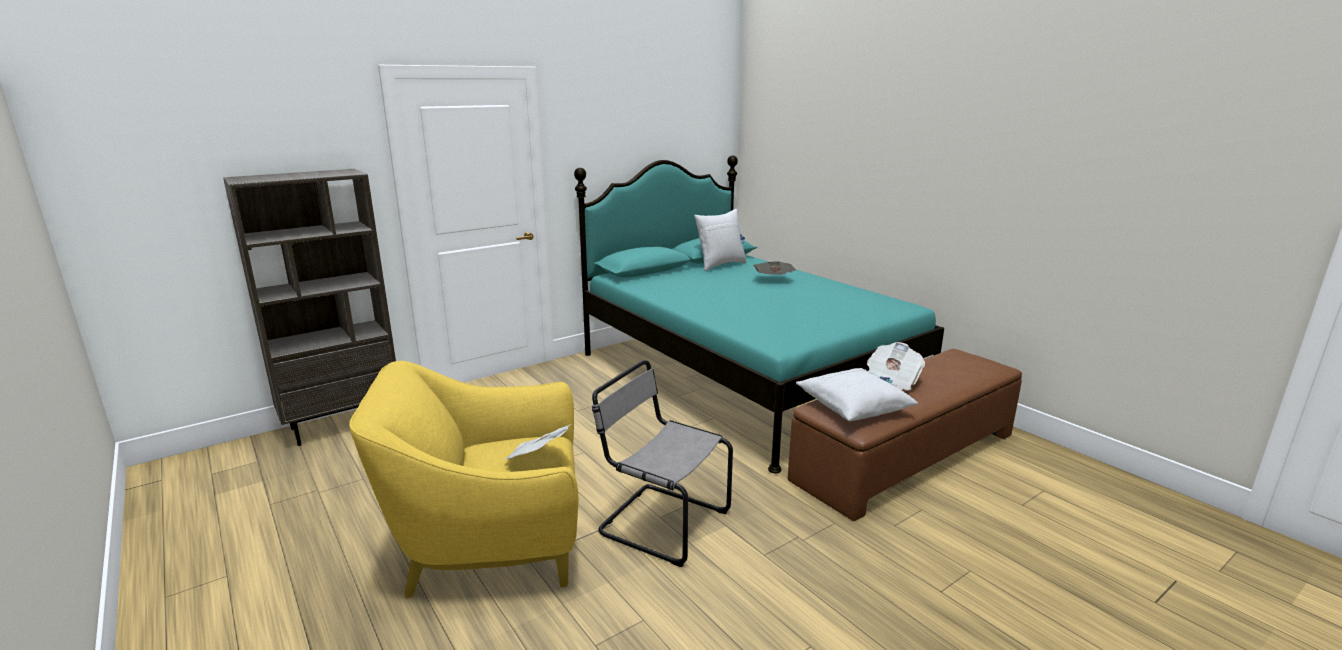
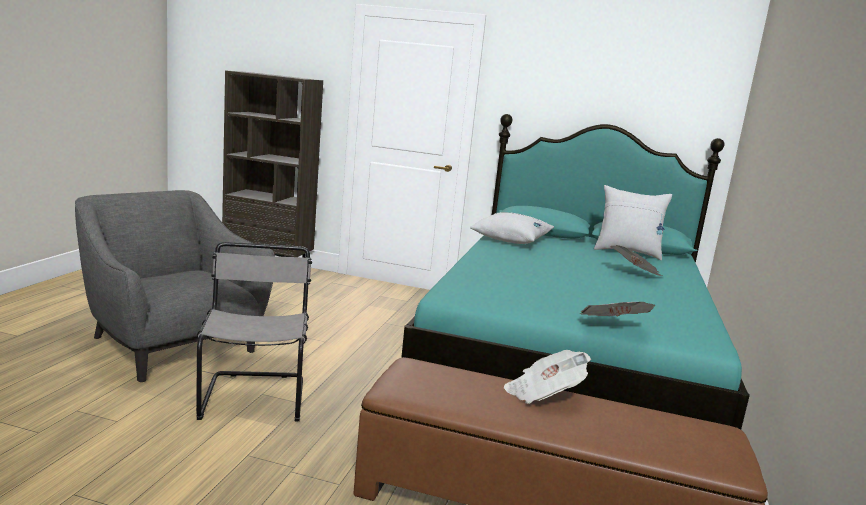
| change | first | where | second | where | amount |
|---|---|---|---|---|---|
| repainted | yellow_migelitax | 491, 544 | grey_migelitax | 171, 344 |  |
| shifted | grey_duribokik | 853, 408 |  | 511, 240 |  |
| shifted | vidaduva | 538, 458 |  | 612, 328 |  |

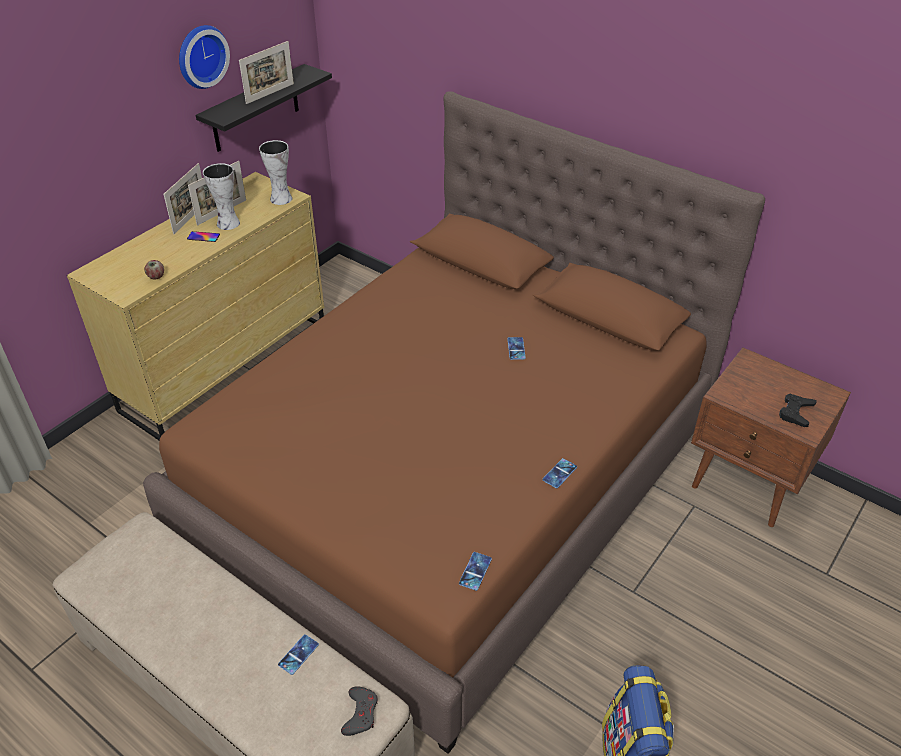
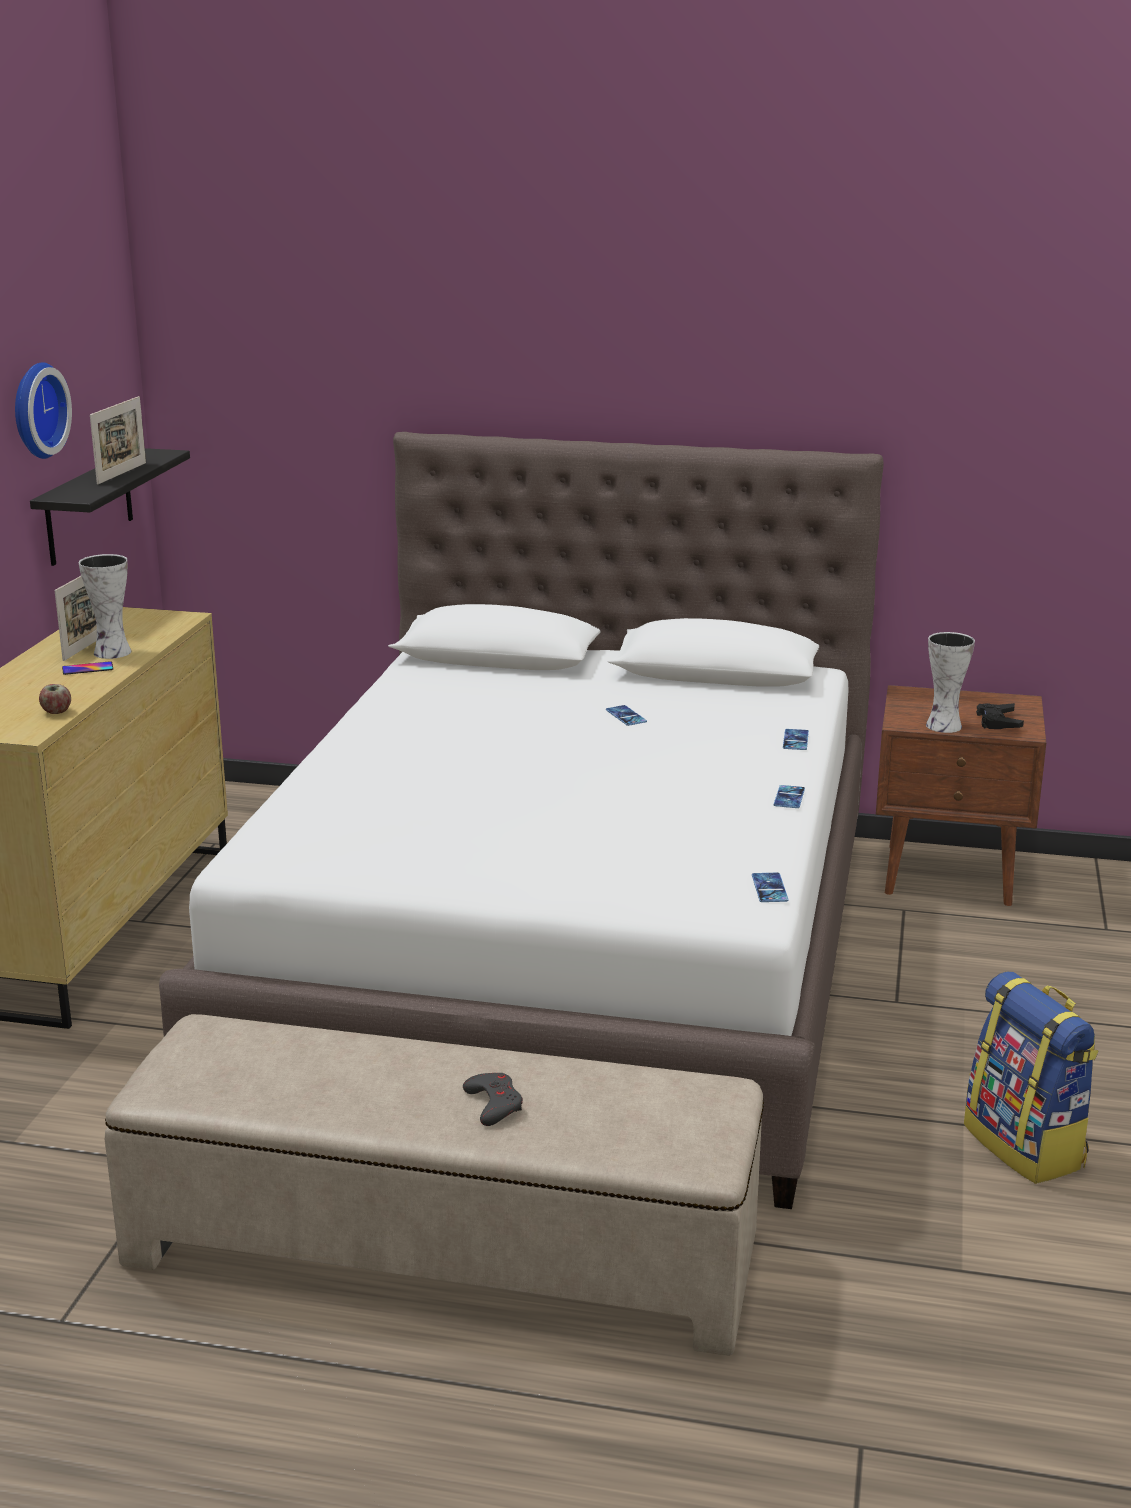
| change | first | where | second | where | amount |
|---|---|---|---|---|---|
| repainted | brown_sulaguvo | 451, 484 | white_sulaguvo | 566, 964 |  |
| shifted | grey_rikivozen | 360, 713 |  | 494, 1104 |  |
| shifted | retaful | 298, 654 |  | 795, 740 |  |
| shifted | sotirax | 280, 198 |  | 942, 726 |  |
| gone | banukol | 190, 218 |  |  |  |

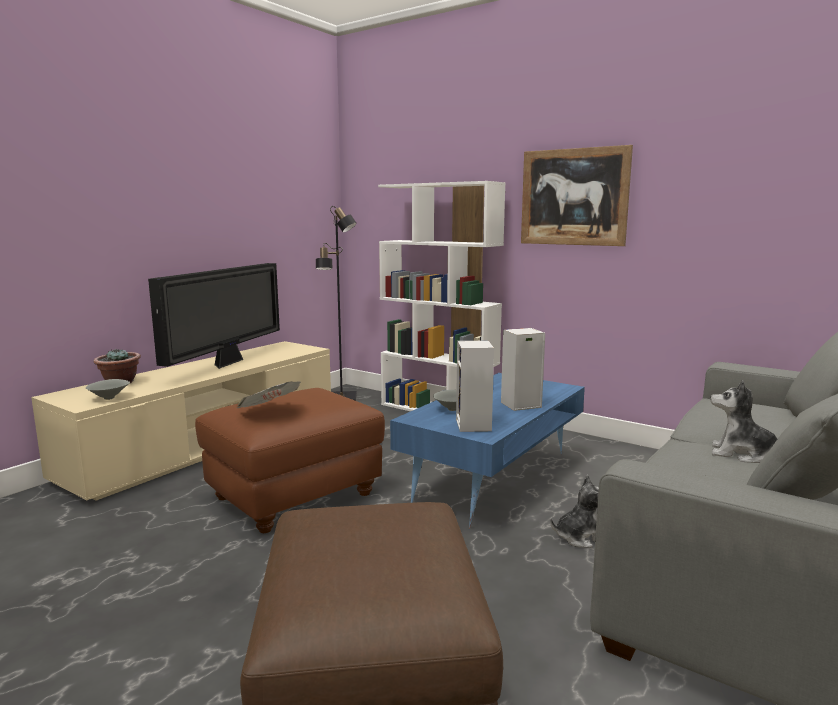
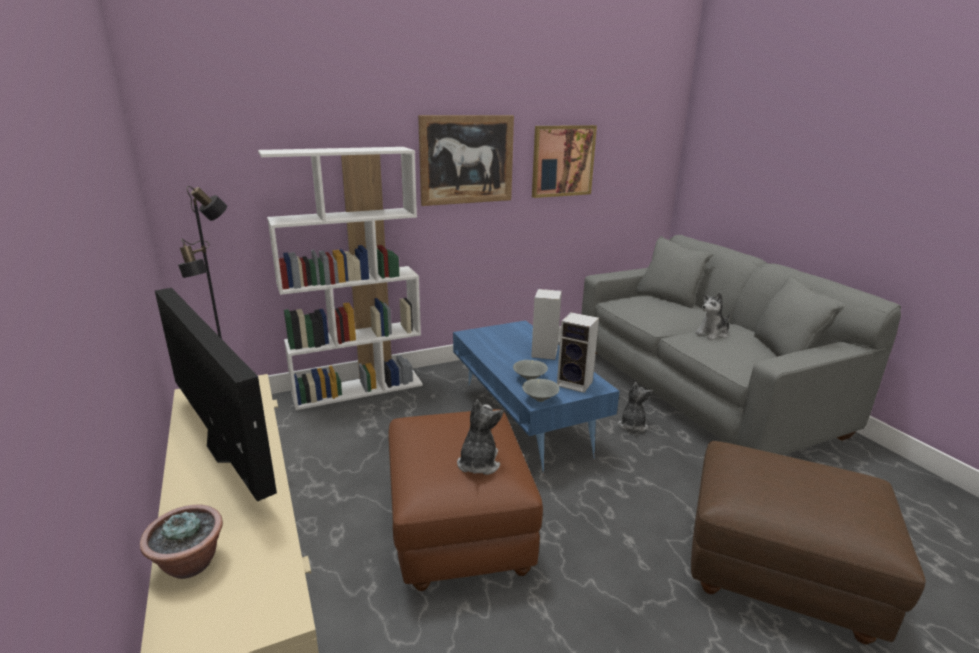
| change | first | where | second | where | amount |
|---|---|---|---|---|---|
| swapped | vidaduva | 269, 412 | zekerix | 478, 463 |  |
| shifted | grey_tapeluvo | 110, 398 |  | 540, 399 |  |
| new |  |  | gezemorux | 562, 161 |  |

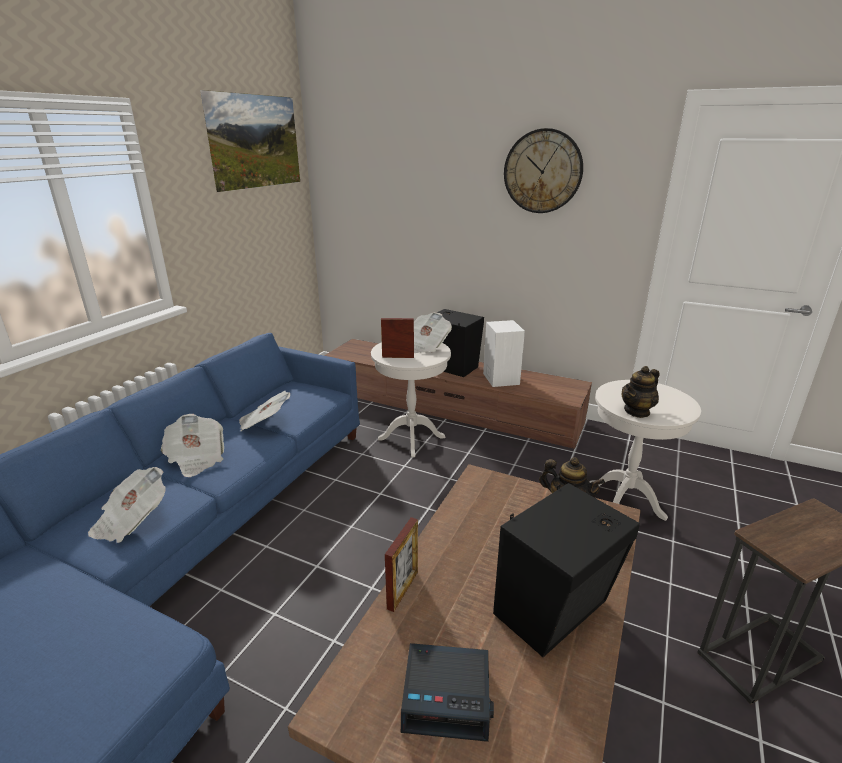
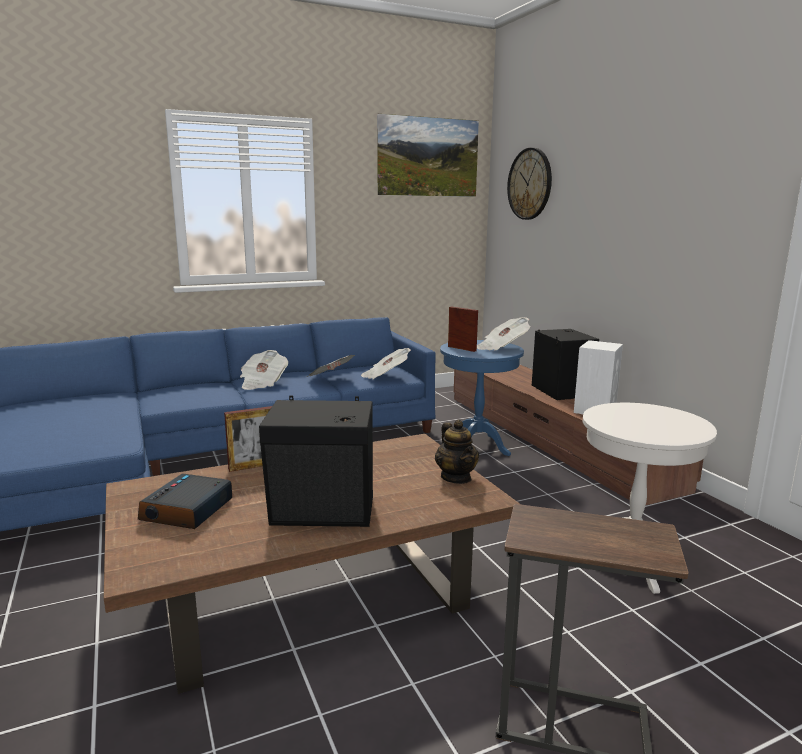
| change | first | where | second | where | amount |
|---|---|---|---|---|---|
| rotated | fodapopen | 447, 696 |  | 187, 510 | 60 degrees clockwise |
| shifted | vidaduva | 132, 521 |  | 385, 376 |  |
| repainted | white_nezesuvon | 411, 438 | blue_nezesuvon | 477, 446 |  |
| shifted | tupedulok | 542, 171 |  | 530, 184 |  |
| gone | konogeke | 637, 411 |  |  |  |

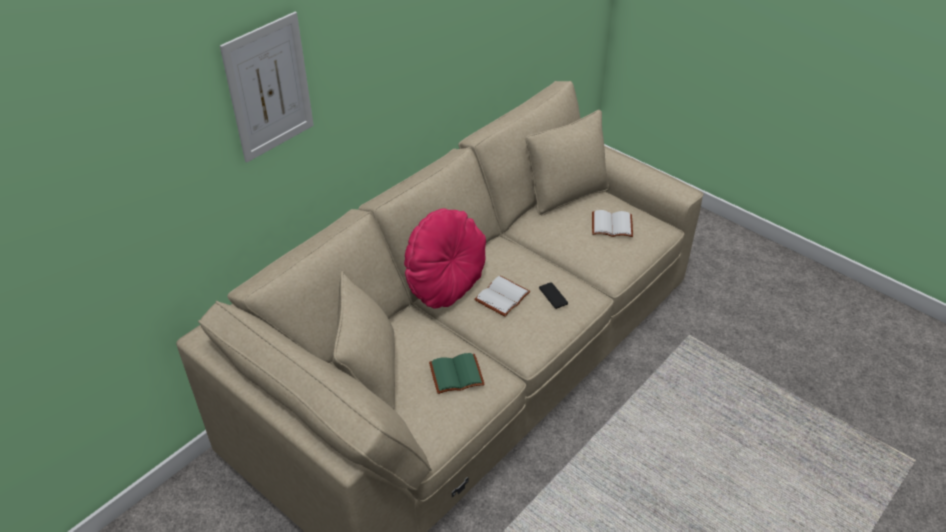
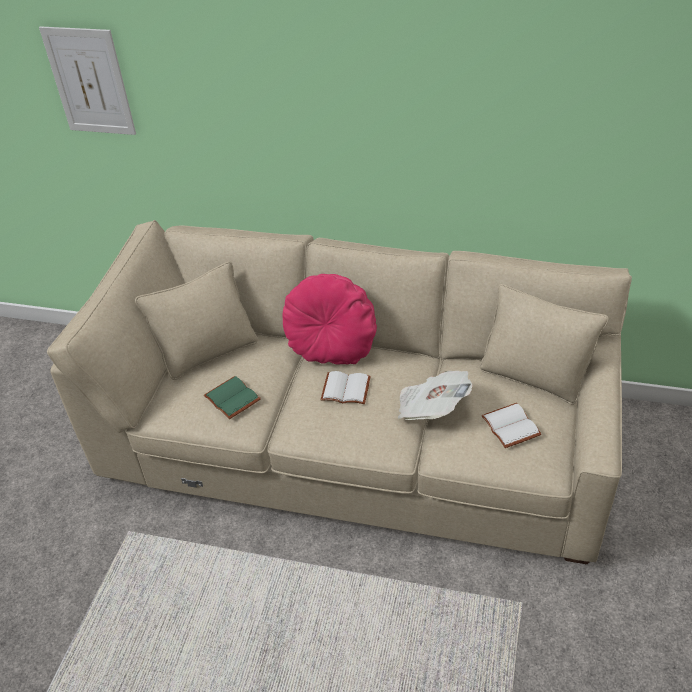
| change | first | where | second | where | amount |
|---|---|---|---|---|---|
| shifted | gezemorux | 269, 88 |  | 89, 82 |  |
| new |  |  | vidaduva | 431, 408 |  |
| gone | retaful | 553, 296 |  |  |  |

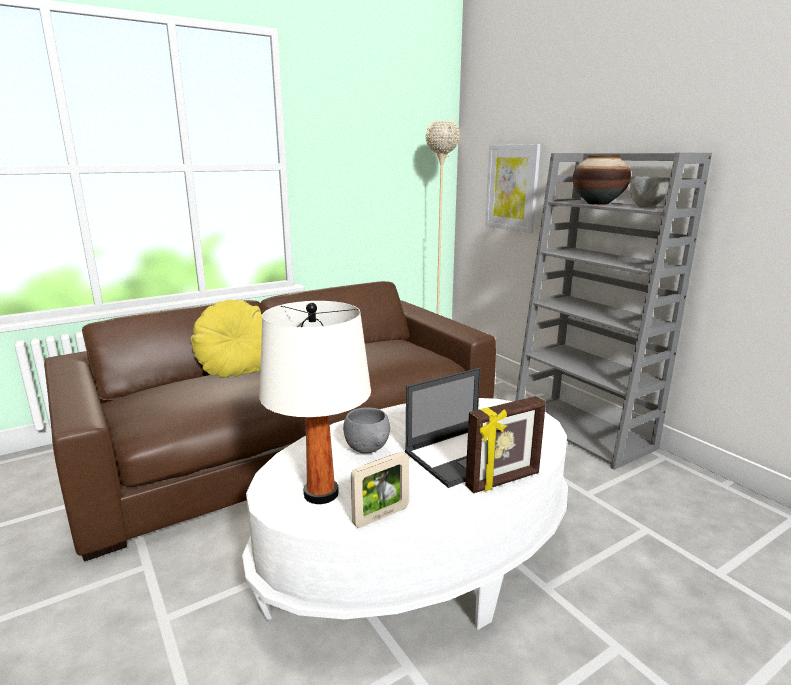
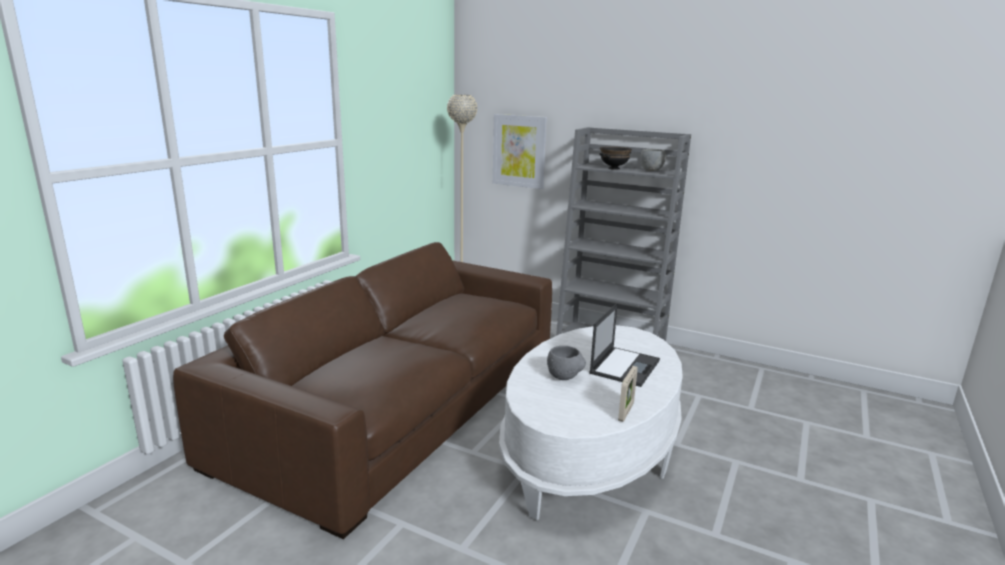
| change | first | where | second | where | amount |
|---|---|---|---|---|---|
| swapped | sotirax | 597, 203 | black_tapeluvo | 614, 168 |  |
| gone | yellow_duribokik | 237, 372 |  |  |  |
| gone | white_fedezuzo | 321, 493 |  |  |  |
| gone | banukol | 503, 481 |  |  |  |

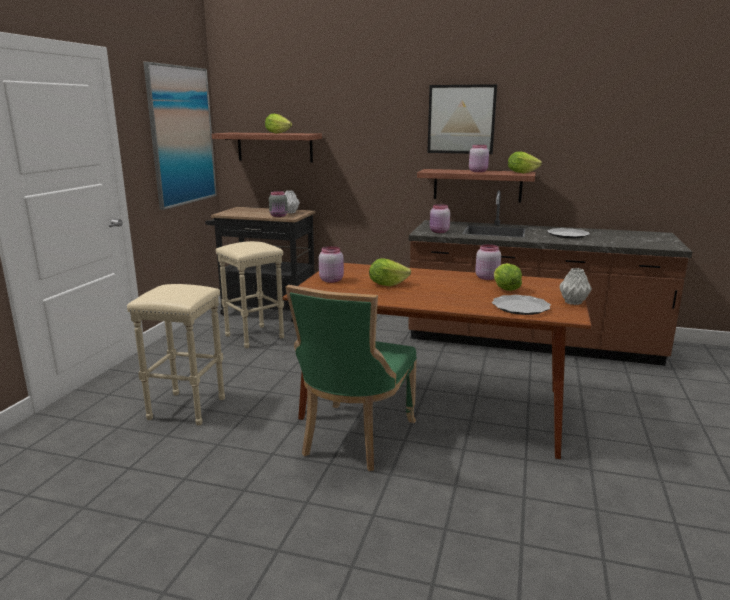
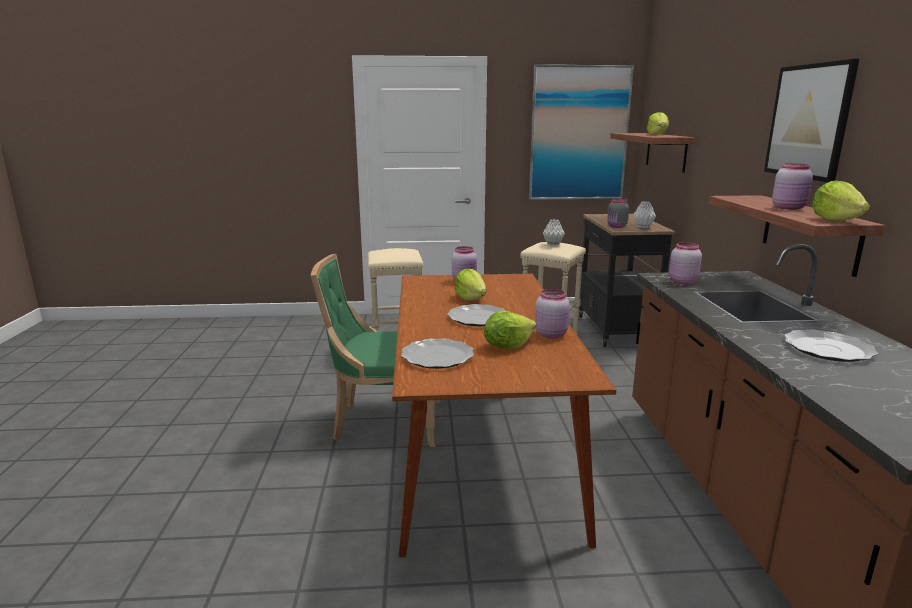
| change | first | where | second | where | amount |
|---|---|---|---|---|---|
| new |  |  | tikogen | 478, 318 |  |
| shifted | grey_sotirax | 572, 302 |  | 552, 244 |  |

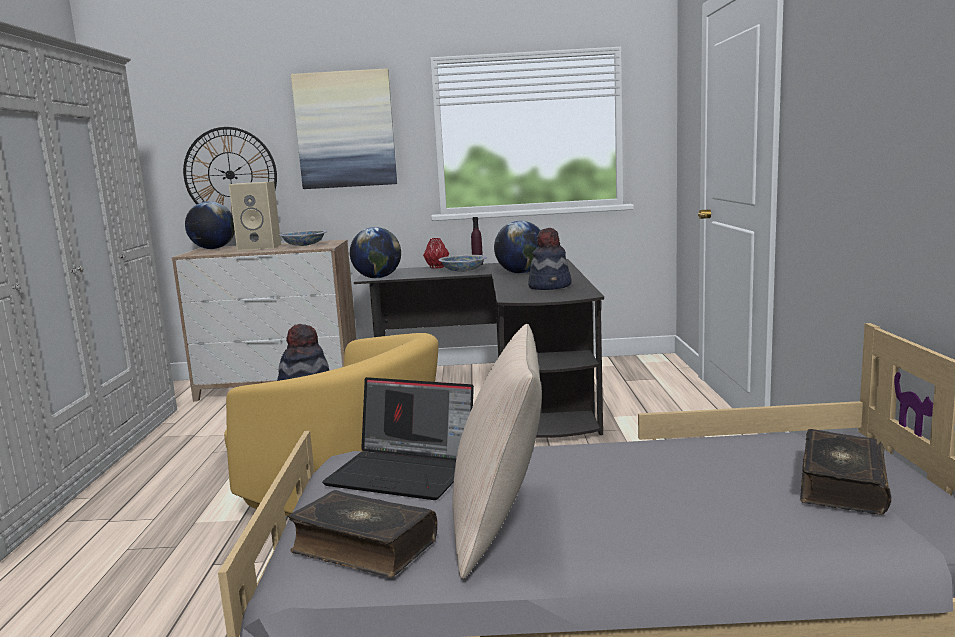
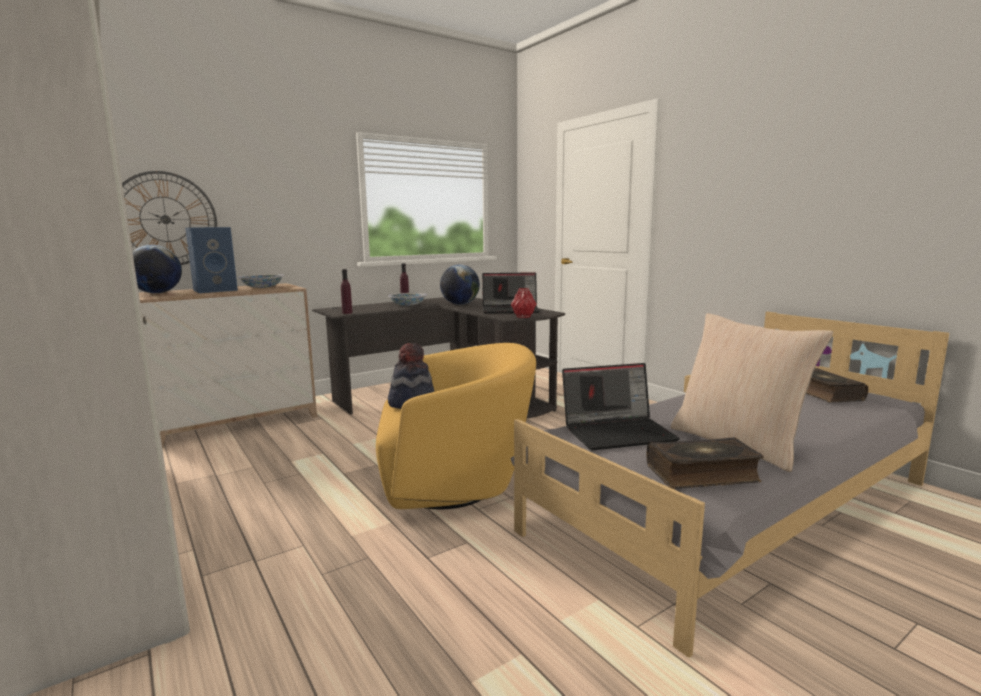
| change | first | where | second | where | amount |
|---|---|---|---|---|---|
| repainted | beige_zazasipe | 261, 247 | blue_zazasipe | 216, 290 |  |
| swapped | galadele | 377, 278 | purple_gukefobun | 347, 313 |  |
| swapped | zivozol | 550, 286 | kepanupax | 511, 310 |  |
| shifted | red_sotirax | 437, 267 |  | 524, 317 |  |
| gone | gezemorux | 345, 130 |  |  |  |

